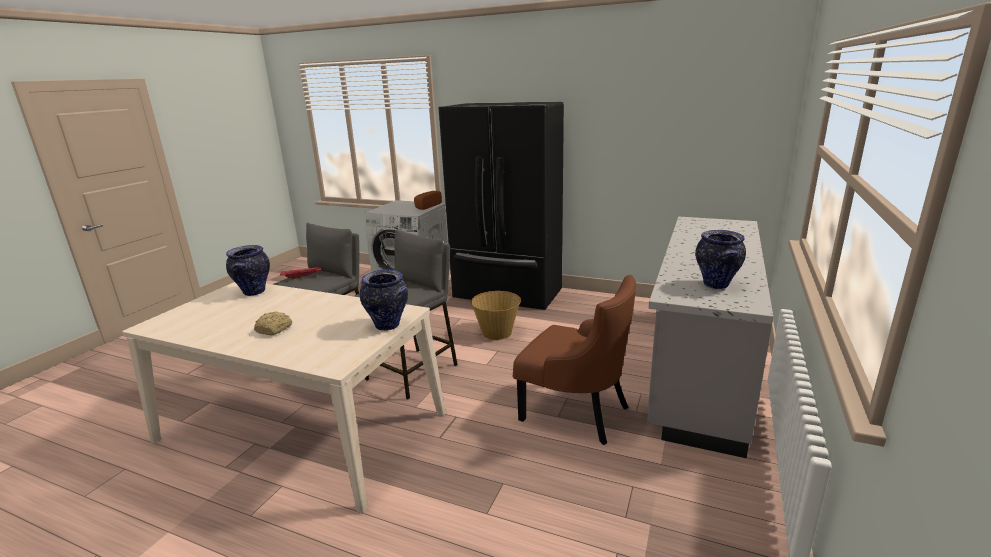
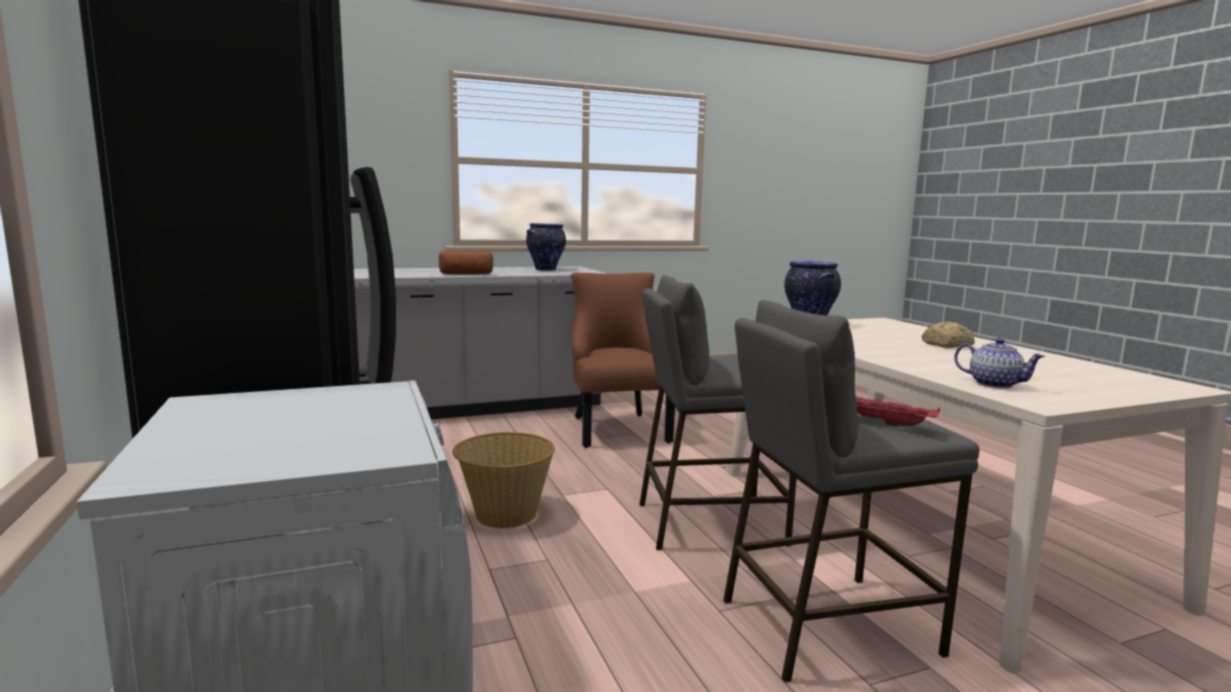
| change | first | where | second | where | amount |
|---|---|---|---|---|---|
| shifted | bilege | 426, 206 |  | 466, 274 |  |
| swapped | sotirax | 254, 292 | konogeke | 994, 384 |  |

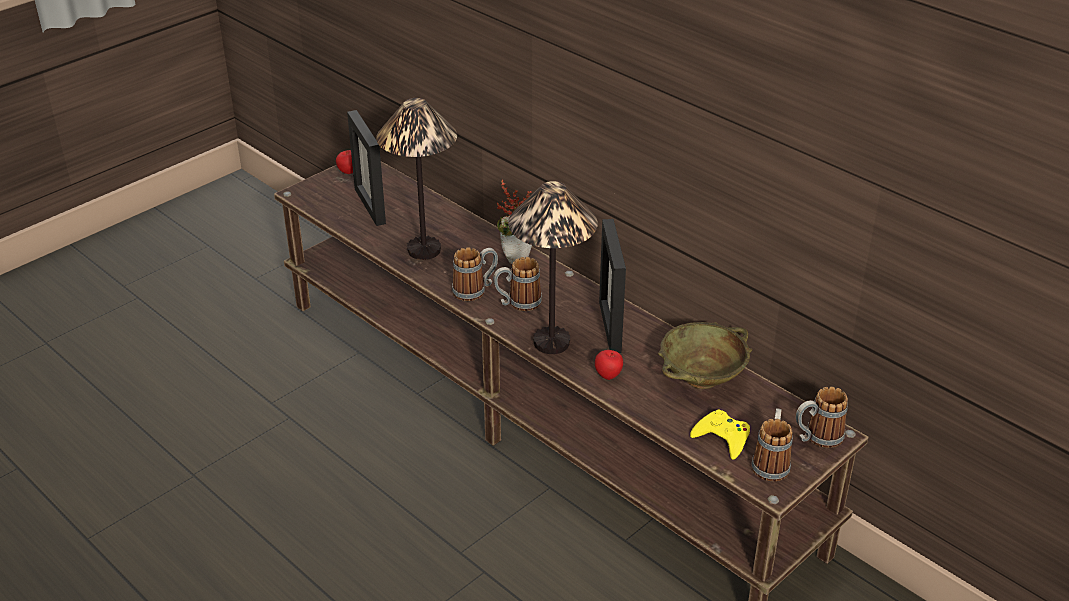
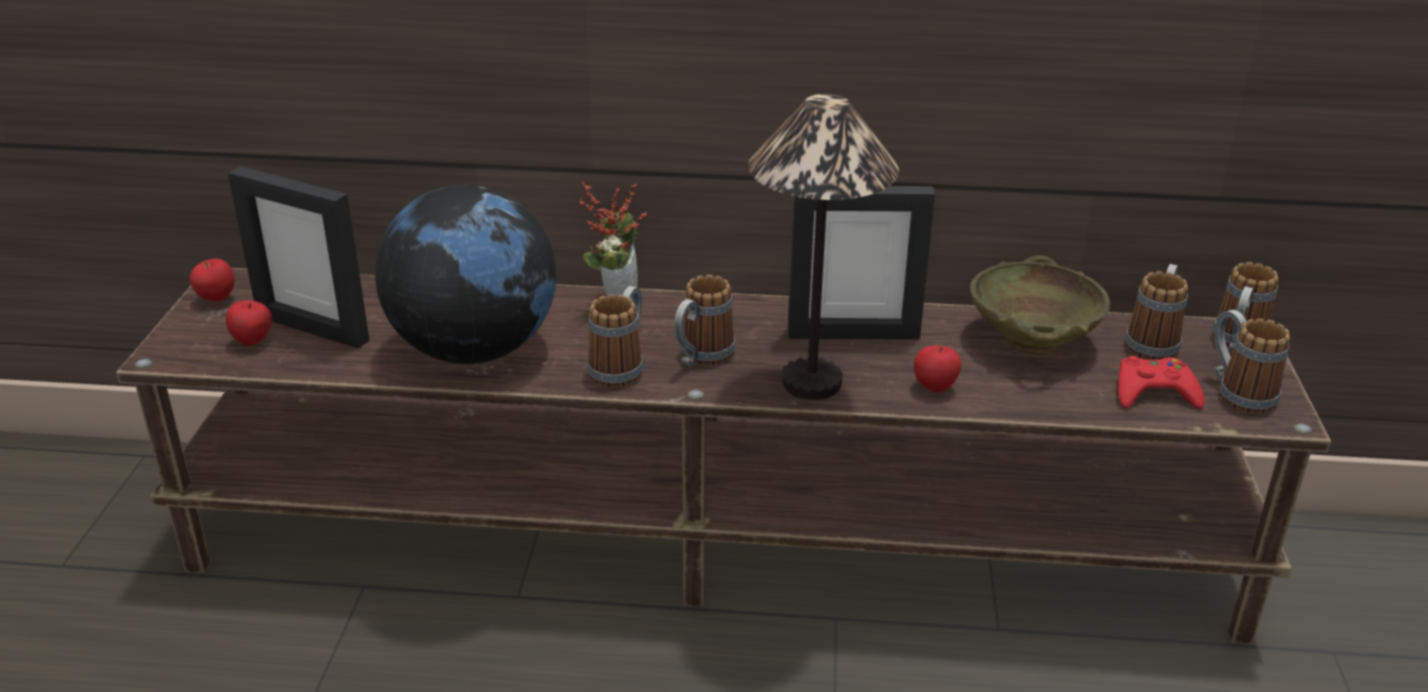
| change | first | where | second | where | amount |
|---|---|---|---|---|---|
| new |  |  | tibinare | 253, 342 |  |
| swapped | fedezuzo | 423, 250 | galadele | 475, 350 |  |
| rotated | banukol | 611, 327 |  | 853, 333 | 45 degrees counterclockwise |
| repainted | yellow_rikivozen | 722, 438 | red_rikivozen | 1154, 392 |  |
| new |  |  | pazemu | 1154, 342 |  |

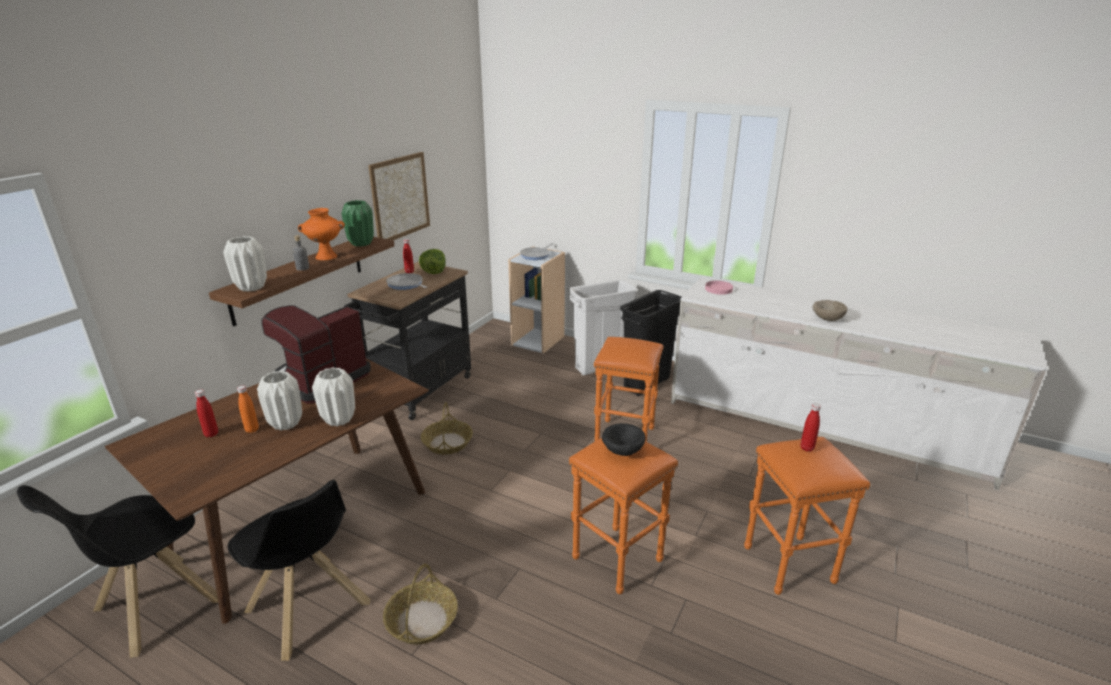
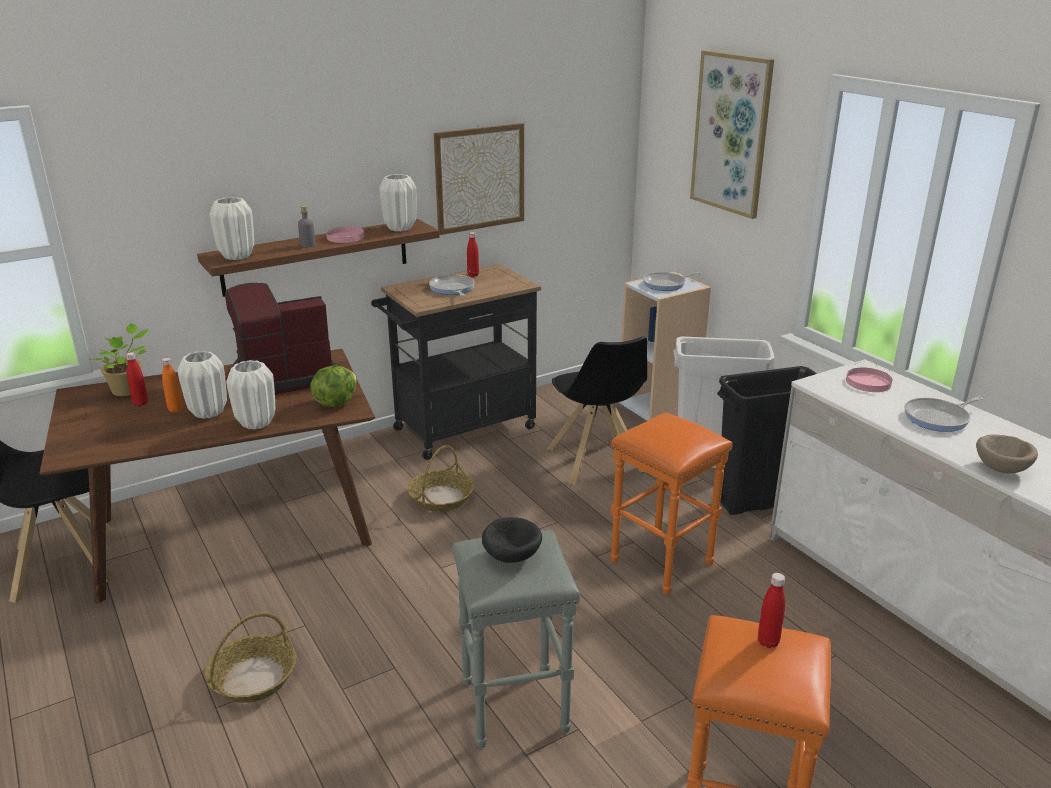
| change | first | where | second | where | amount |
|---|---|---|---|---|---|
| new |  |  | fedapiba | 129, 390 |  |
| shifted | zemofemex | 433, 272 |  | 335, 402 |  |
| swapped | orange_sotirax | 325, 257 | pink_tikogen | 345, 237 |  |
| repainted | green_sotirax | 361, 243 | white_sotirax | 400, 228 |  |
| repainted | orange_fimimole | 617, 560 | grey_fimimole | 513, 707 |  |
| shifted | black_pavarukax | 309, 609 |  | 596, 462 |  |
| new |  |  | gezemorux | 731, 133 |  |
| new |  |  | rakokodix | 939, 418 |  |

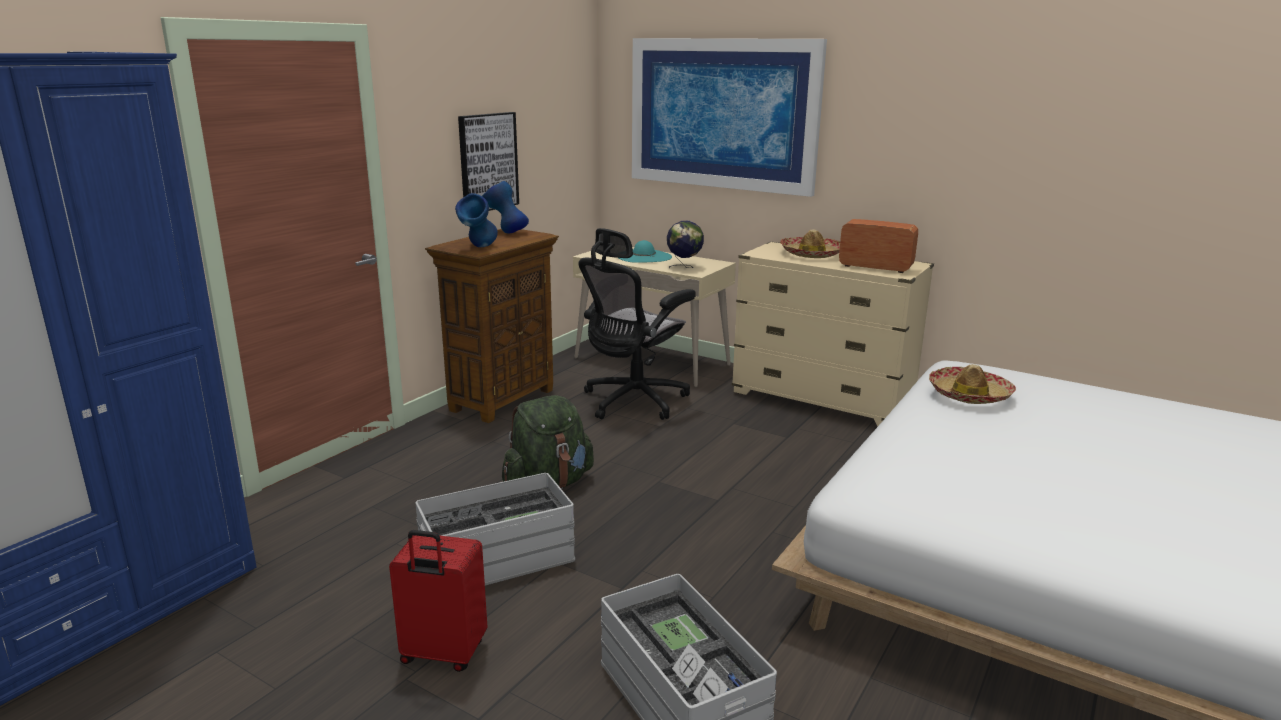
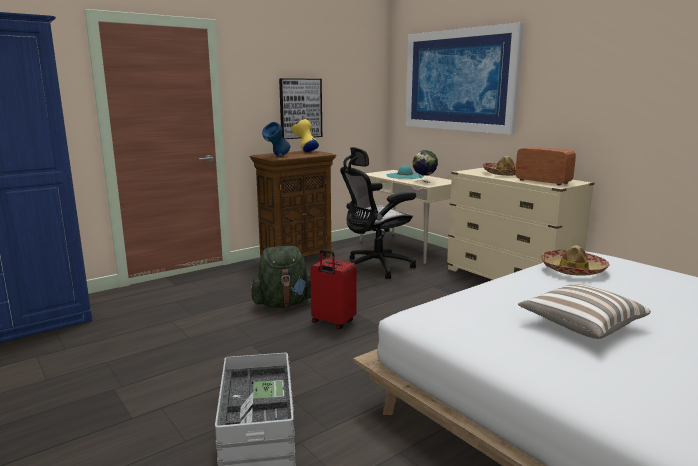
| change | first | where | second | where | amount |
|---|---|---|---|---|---|
| repainted | blue_sotirax | 505, 232 | yellow_sotirax | 305, 151 |  |
| shifted | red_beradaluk | 443, 654 |  | 332, 322 |  |
| new |  |  | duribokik | 580, 325 |  |
| gone | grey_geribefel | 497, 559 |  |  |  |

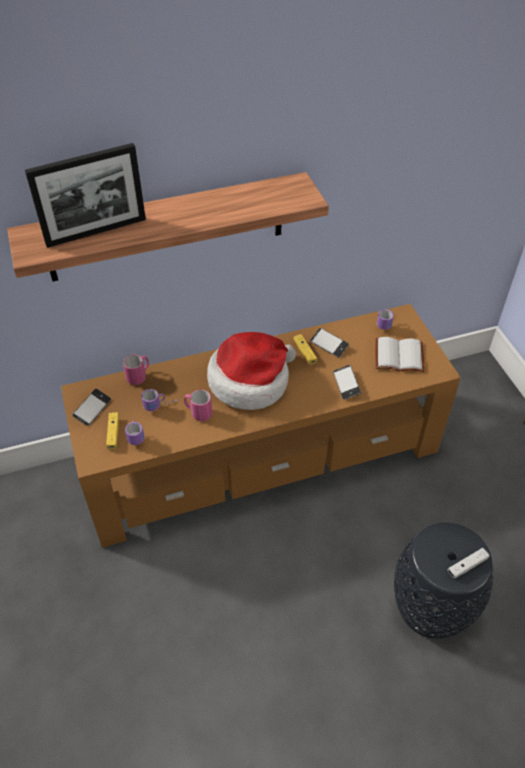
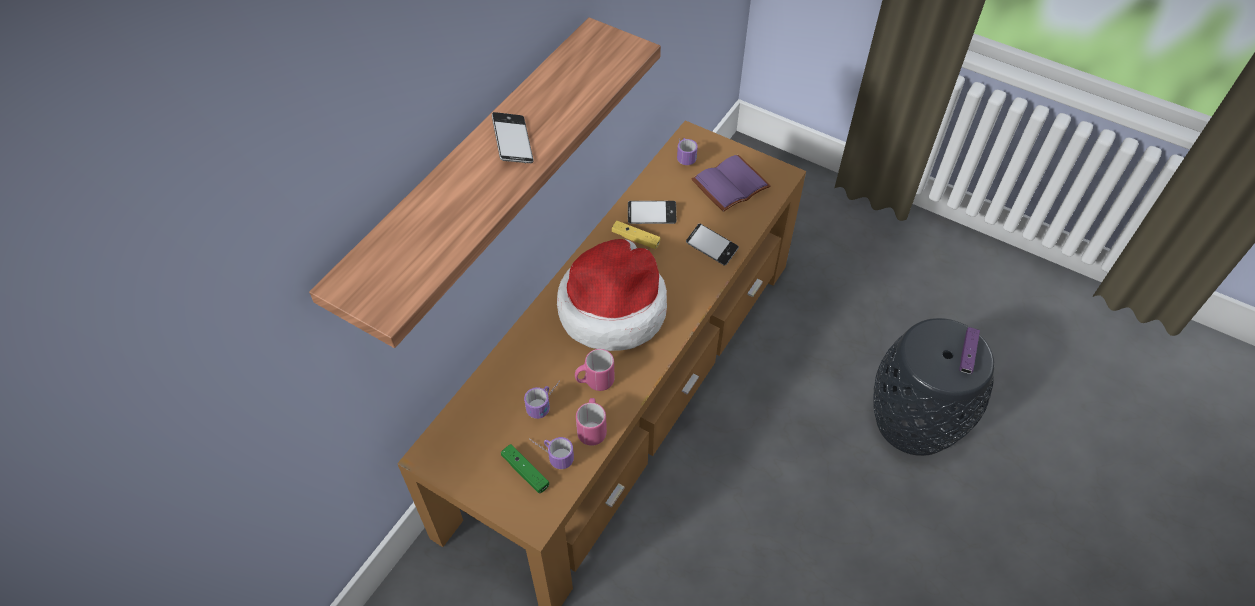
| change | first | where | second | where | amount |
|---|---|---|---|---|---|
| shifted | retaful | 92, 409 |  | 513, 142 |  |
| repainted | yellow_rikivozen | 113, 433 | green_rikivozen | 525, 472 |  |
| shifted | pink_pazemu | 139, 376 |  | 592, 428 |  |
| repainted | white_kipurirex | 399, 355 | purple_kipurirex | 730, 183 |  |
| repainted | white_rikivozen | 467, 566 | purple_rikivozen | 967, 354 |  |
| gone | banukol | 96, 232 |  |  |  |

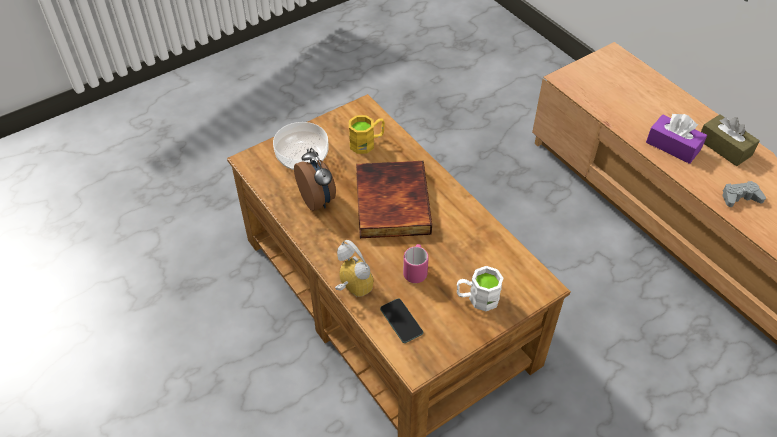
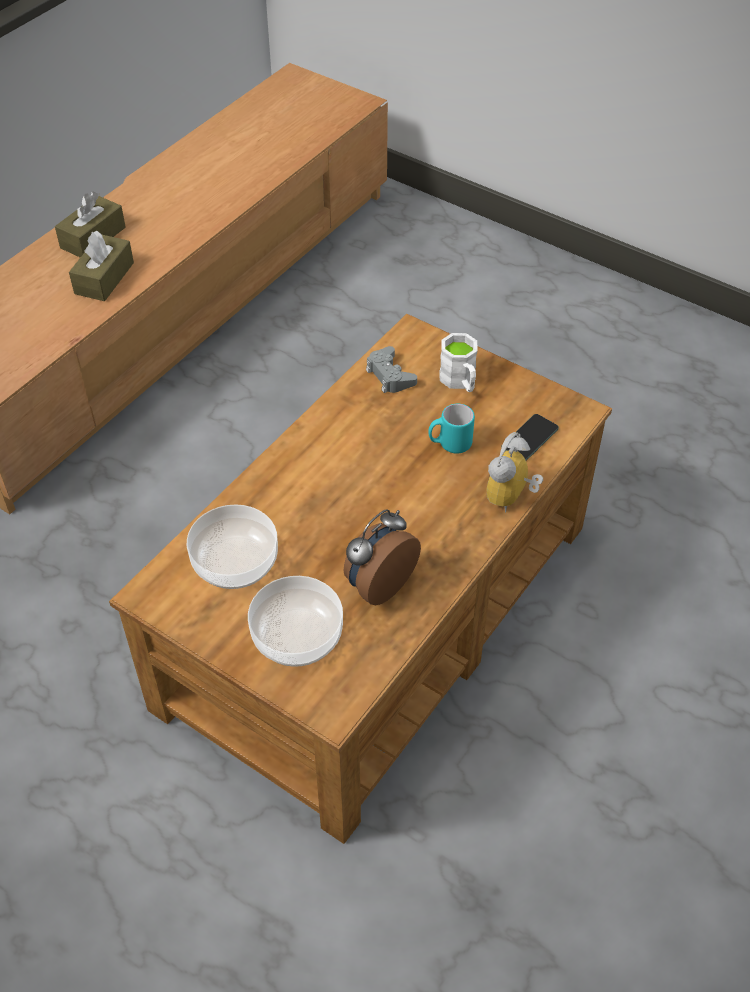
| change | first | where | second | where | amount |
|---|---|---|---|---|---|
| repainted | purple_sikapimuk | 673, 146 | brown_sikapimuk | 104, 278 |  |
| swapped | yellow_pazemu | 367, 143 | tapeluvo | 234, 562 |  |
| shifted | grey_rikivozen | 740, 197 |  | 390, 375 |  |
| repainted | pink_pazemu | 416, 271 | turquoise_pazemu | 449, 444 |  |
| gone | kipurirex | 390, 202 |  |  |  |

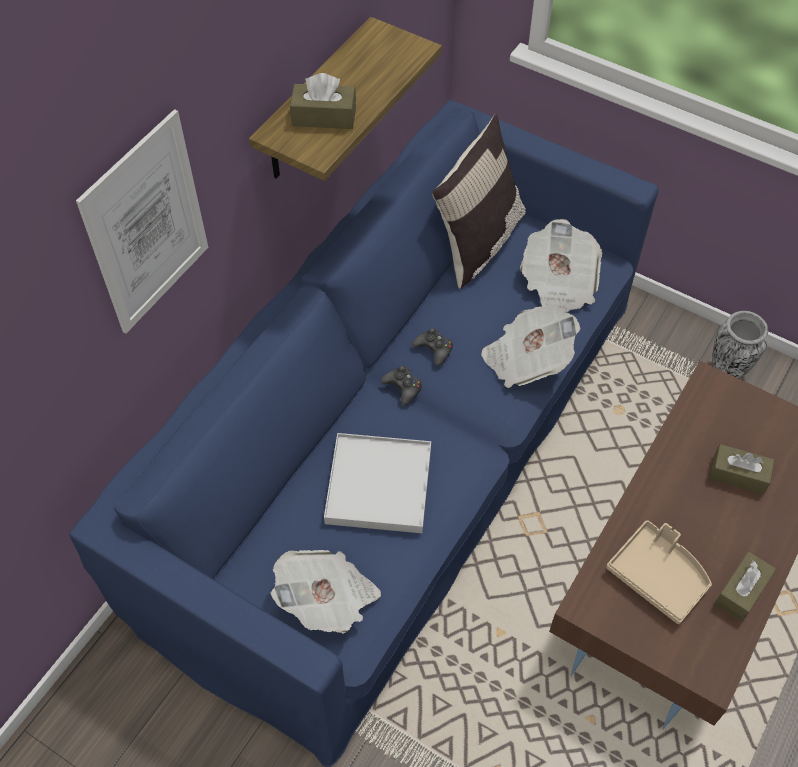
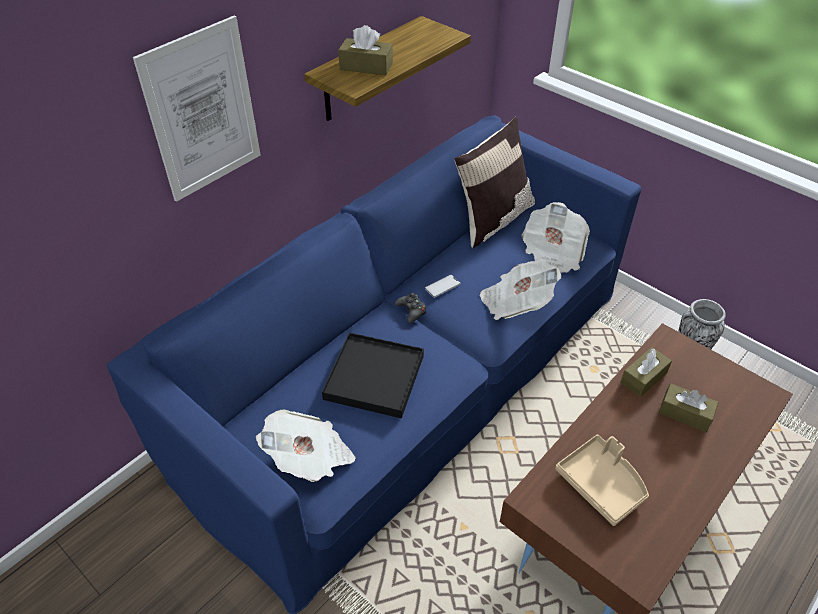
| change | first | where | second | where | amount |
|---|---|---|---|---|---|
| repainted | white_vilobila | 379, 486 | black_vilobila | 374, 378 |  |
| swapped | black_rikivozen | 434, 349 | retaful | 442, 286 |  |
| shifted | brown_sikapimuk | 741, 591 |  | 643, 378 |  |

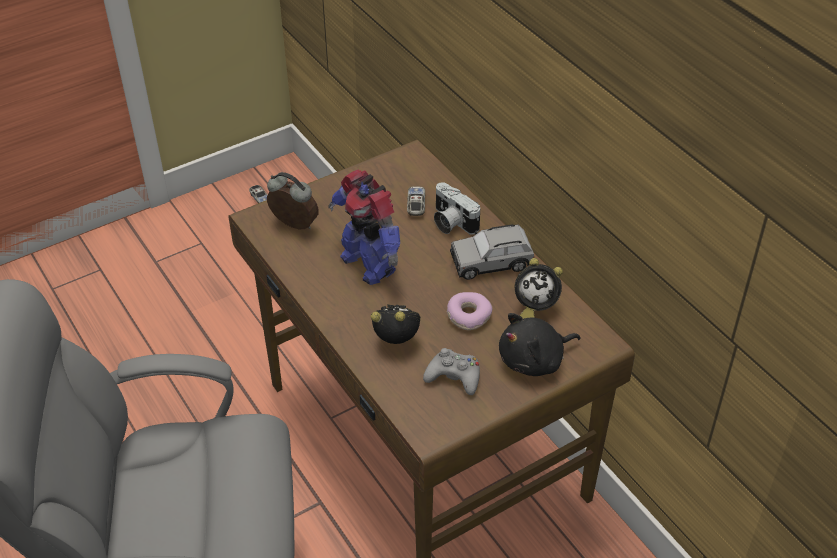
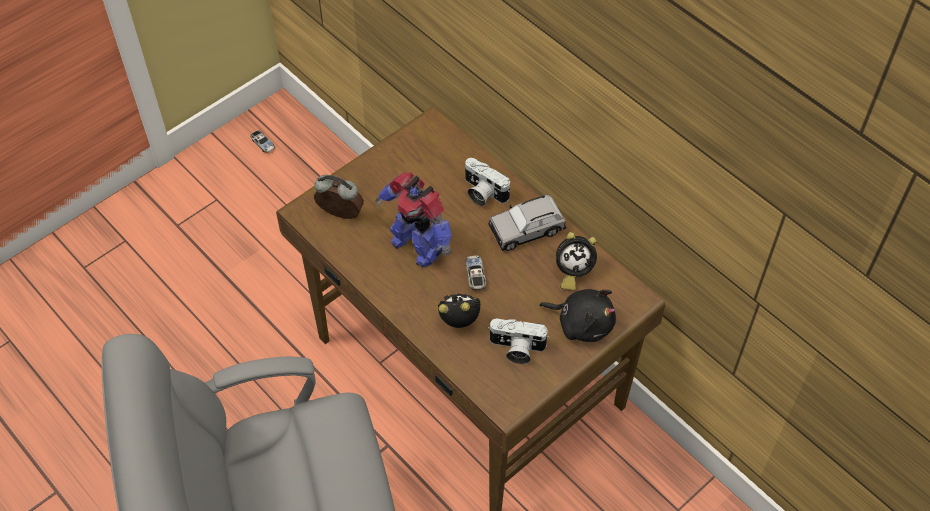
| change | first | where | second | where | amount |
|---|---|---|---|---|---|
| shifted | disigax | 416, 205 |  | 475, 275 |  |
| swapped | grey_rikivozen | 454, 376 | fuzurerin | 516, 349 |  |
| rotated | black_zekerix | 534, 360 |  | 582, 323 | 120 degrees counterclockwise |
| gone | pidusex | 468, 315 |  |  |  |

